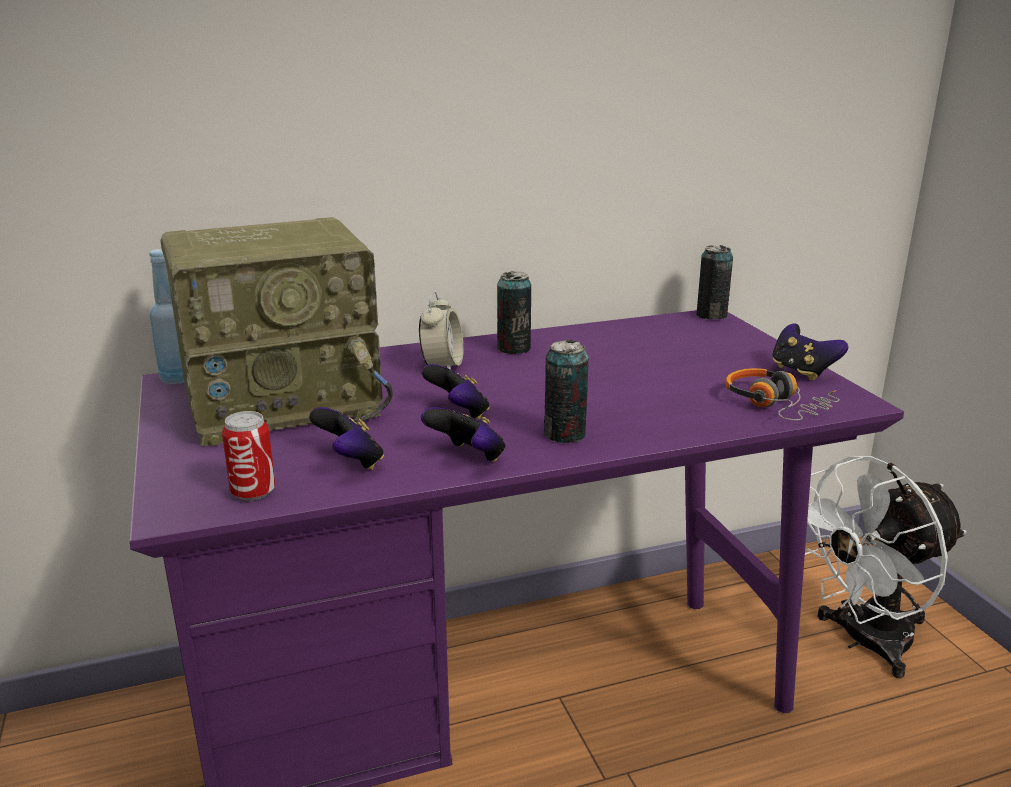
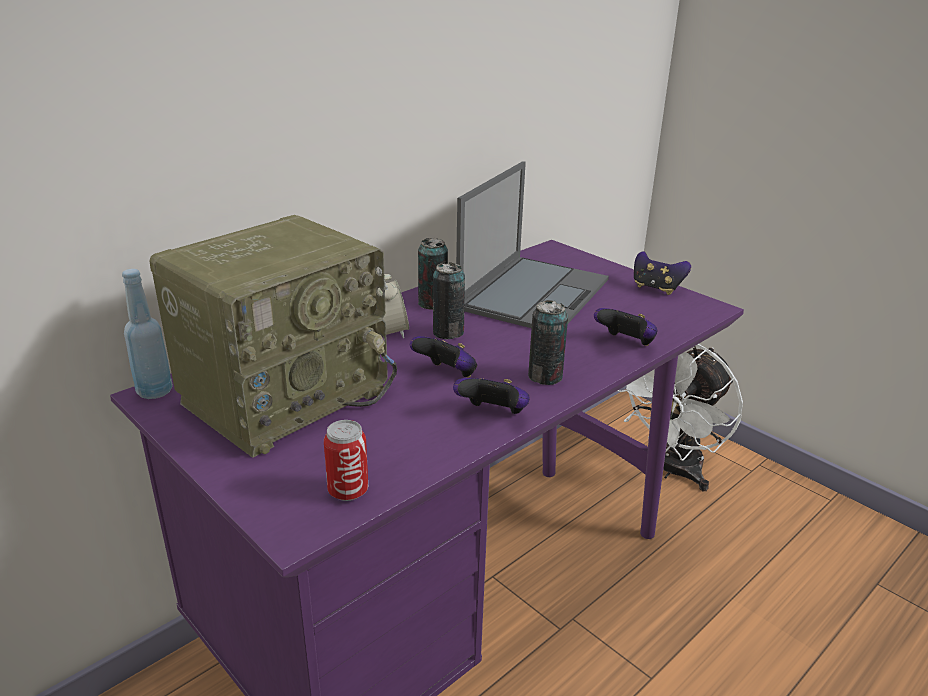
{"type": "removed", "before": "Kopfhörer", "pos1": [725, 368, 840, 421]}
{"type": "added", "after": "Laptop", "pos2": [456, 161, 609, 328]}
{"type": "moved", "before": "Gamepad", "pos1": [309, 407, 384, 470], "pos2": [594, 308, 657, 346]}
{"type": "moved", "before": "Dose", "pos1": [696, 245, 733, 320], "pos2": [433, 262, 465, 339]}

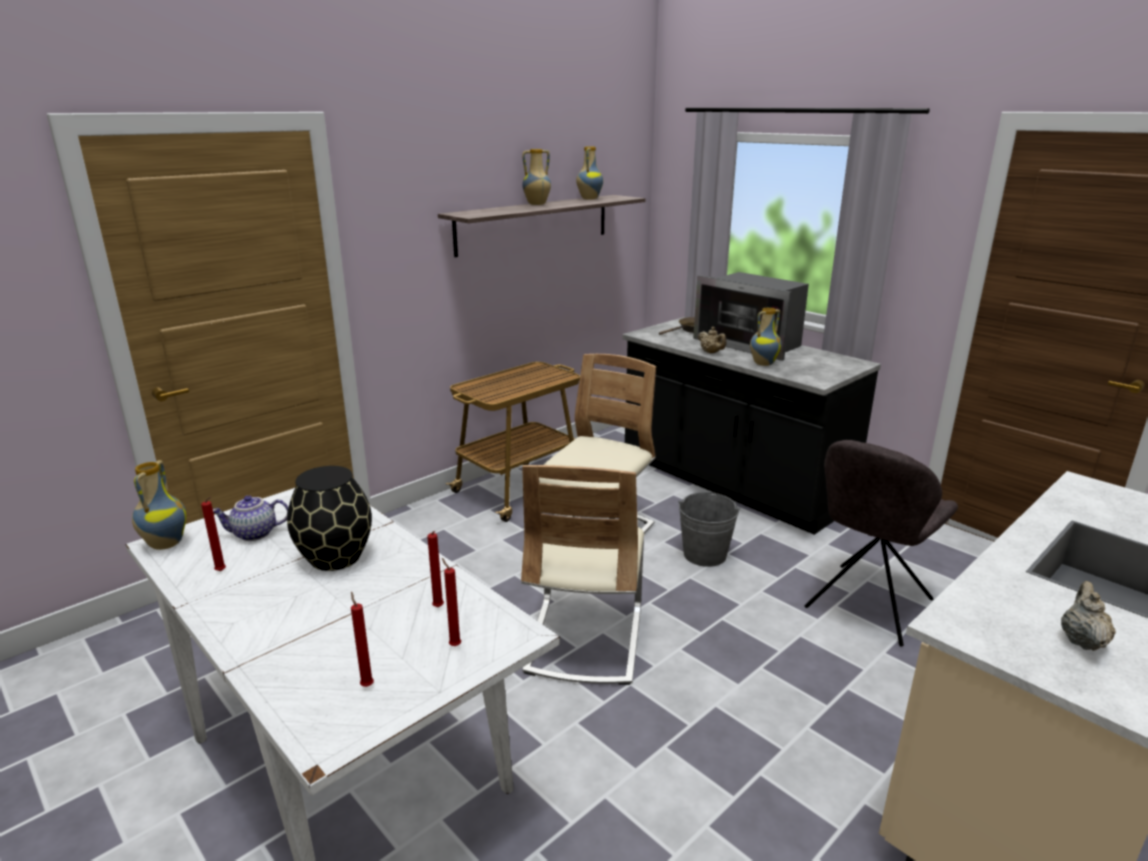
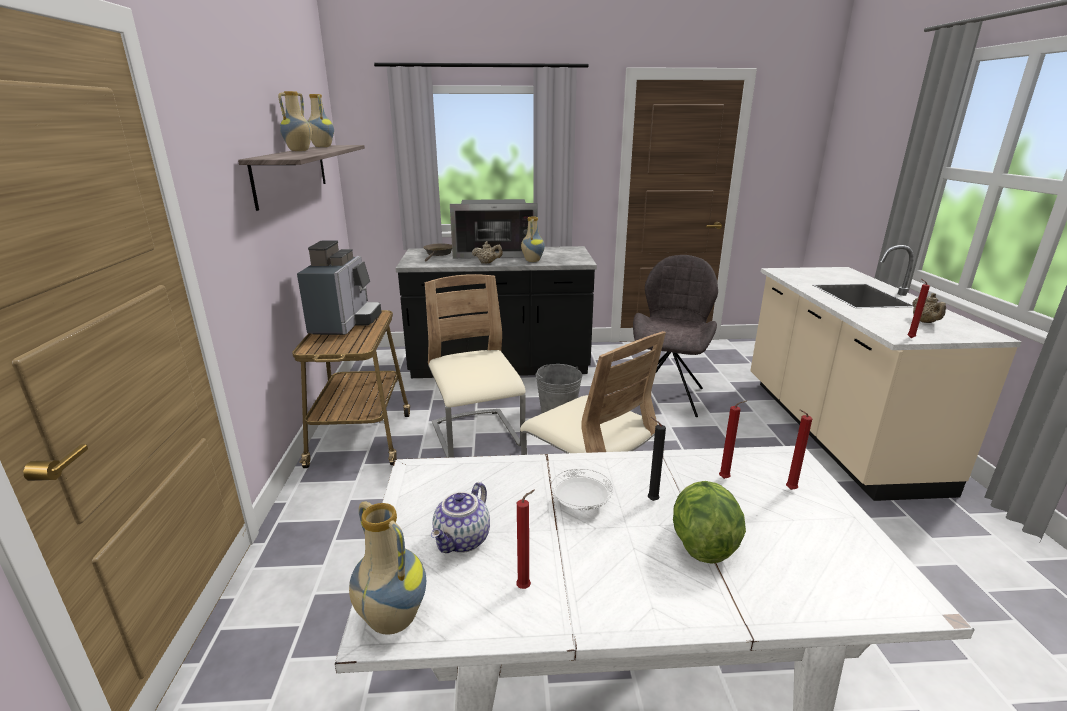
{"type": "added", "after": "Kaffeemaschine", "pos2": [297, 240, 381, 335]}
{"type": "added", "after": "Kerze/schwarz", "pos2": [648, 417, 666, 501]}
{"type": "added", "after": "Salatkopf", "pos2": [673, 481, 746, 564]}
{"type": "moved", "before": "Kerze/rot", "pos1": [351, 591, 374, 687], "pos2": [907, 279, 930, 338]}
{"type": "replaced", "before": "Vase/schwarz", "after": "Teller/weiß", "pos1": [287, 466, 372, 571], "pos2": [551, 469, 613, 510]}
{"type": "turned", "before": "Stuhl/grau", "pos1": [805, 440, 958, 646], "pos2": [633, 255, 718, 417], "turn": -150}
{"type": "turned", "before": "Teekanne/beige", "pos1": [1061, 581, 1116, 651], "pos2": [913, 293, 946, 323], "turn": -150}

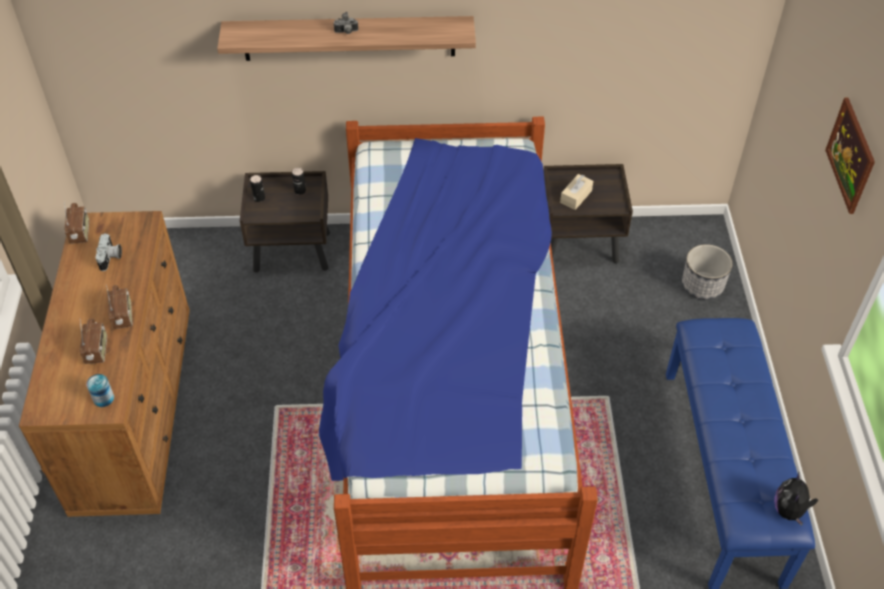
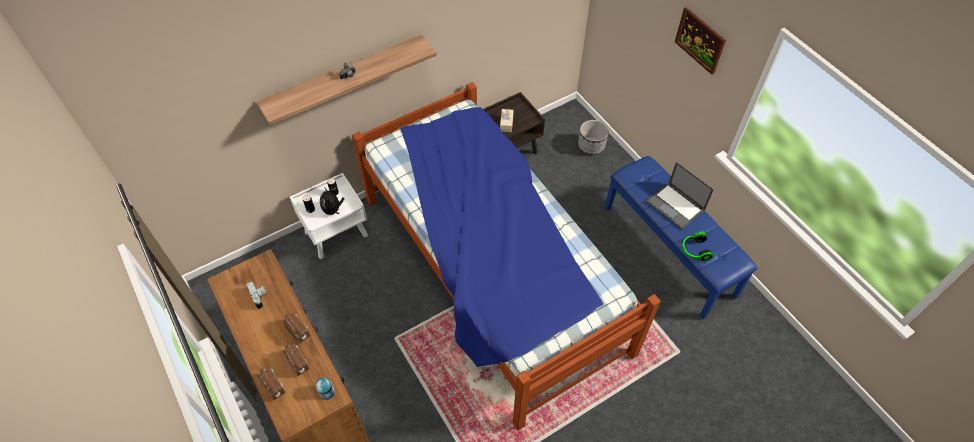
{"type": "added", "after": "Laptop", "pos2": [646, 162, 714, 230]}
{"type": "added", "after": "Kopfhörer", "pos2": [682, 232, 714, 261]}
{"type": "moved", "before": "Radio", "pos1": [64, 202, 89, 244], "pos2": [257, 367, 286, 401]}
{"type": "moved", "before": "Plüschtier", "pos1": [774, 471, 818, 526], "pos2": [320, 188, 345, 215]}
{"type": "recoloured", "before": "Nachttisch/braun", "after": "Nachttisch/weiß", "pos1": [240, 171, 330, 273], "pos2": [290, 173, 368, 259]}

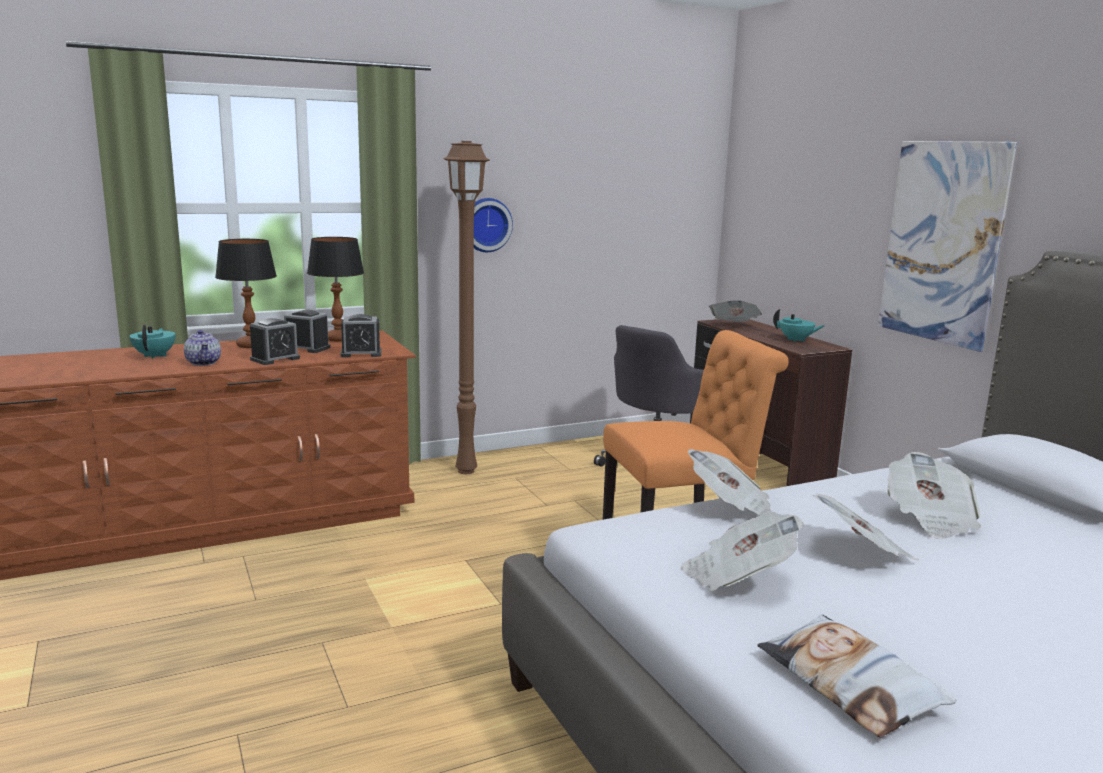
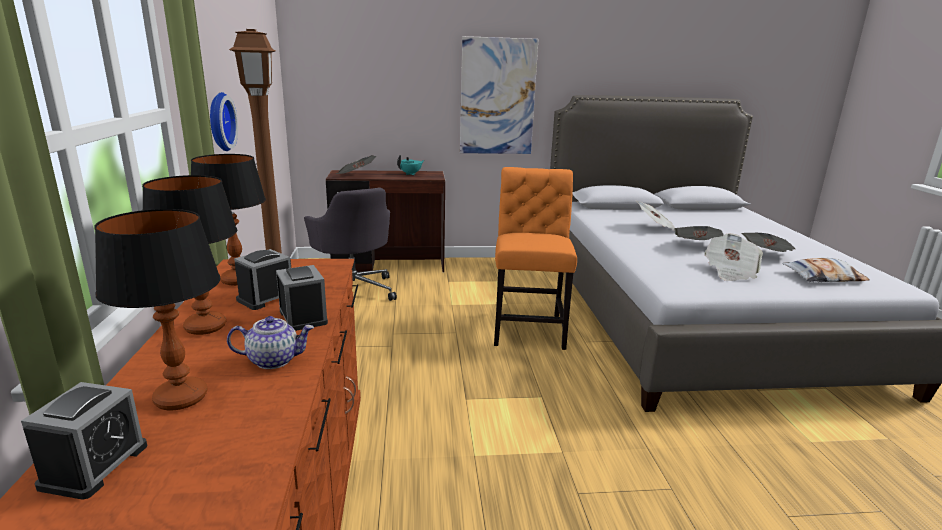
{"type": "moved", "before": "Wecker", "pos1": [340, 314, 382, 357], "pos2": [21, 382, 147, 500]}
{"type": "moved", "before": "Zeitung", "pos1": [688, 449, 772, 515], "pos2": [741, 233, 795, 252]}
{"type": "replaced", "before": "Teekanne/türkis", "after": "Tischlampe", "pos1": [129, 325, 175, 359], "pos2": [94, 209, 220, 410]}

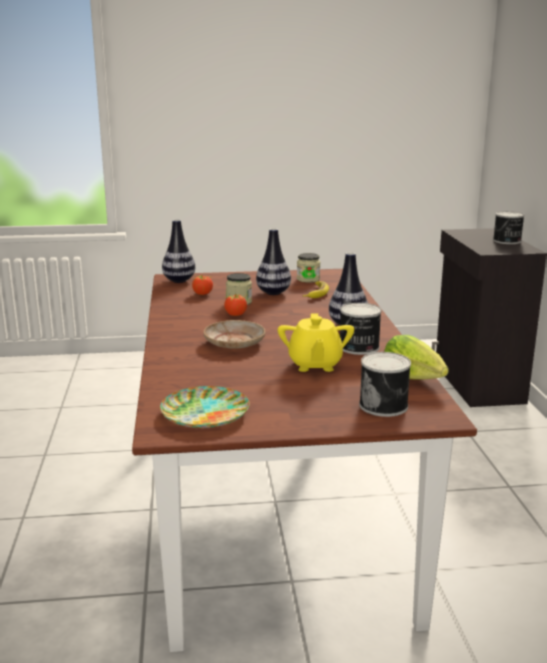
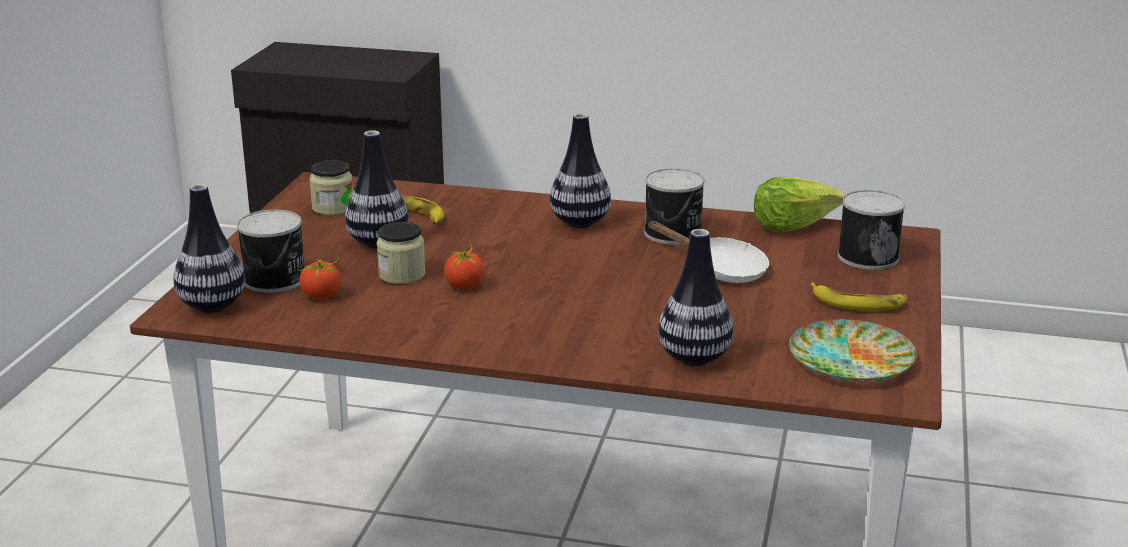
{"type": "removed", "before": "Teller/beige", "pos1": [203, 320, 265, 349]}
{"type": "added", "after": "Vase", "pos2": [658, 229, 733, 366]}
{"type": "added", "after": "Banane", "pos2": [811, 283, 908, 311]}
{"type": "moved", "before": "Dose", "pos1": [493, 211, 524, 244], "pos2": [237, 210, 305, 293]}
{"type": "replaced", "before": "Teekanne/gelb", "after": "Pfanne/weiß", "pos1": [278, 314, 354, 372], "pos2": [647, 221, 769, 283]}

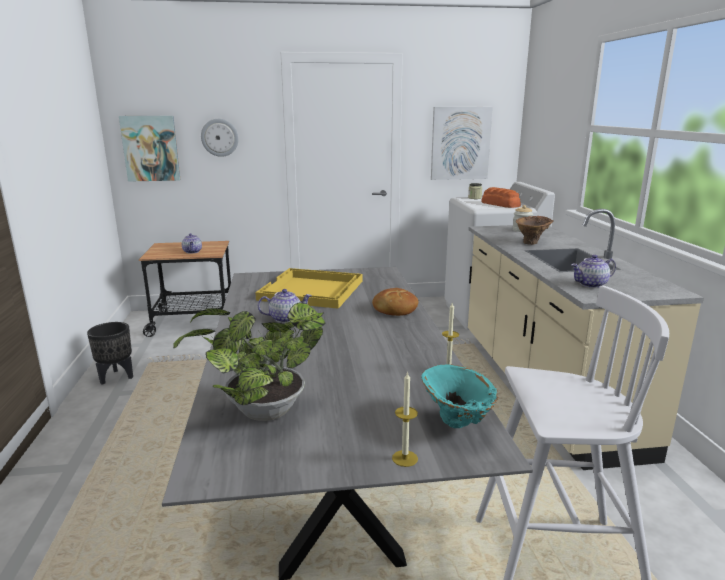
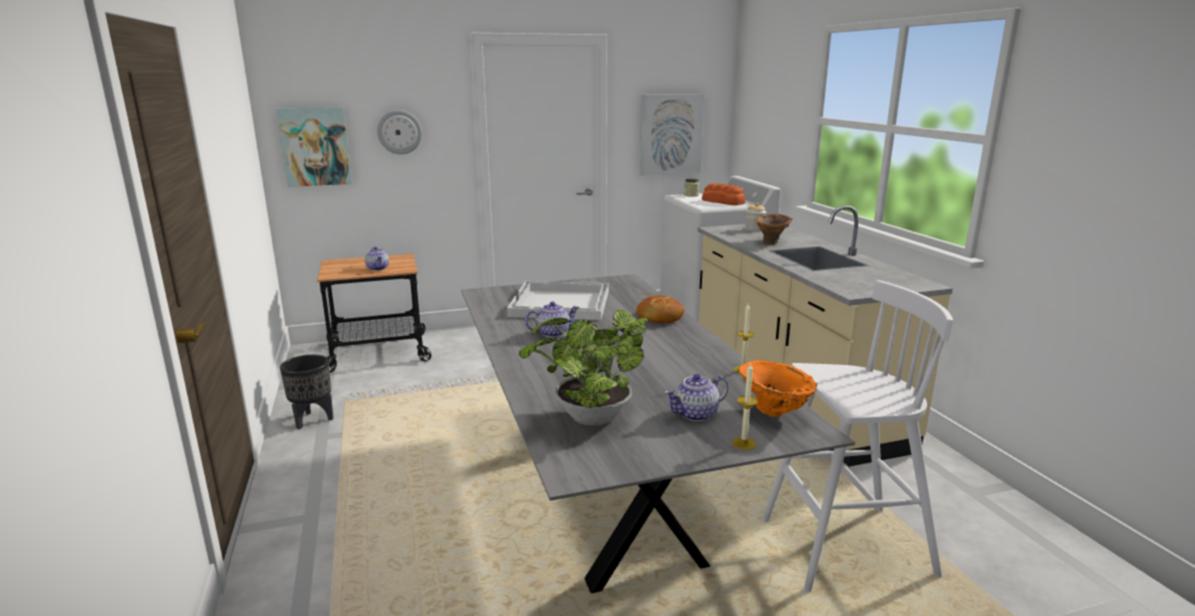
{"type": "moved", "before": "Teekanne", "pos1": [571, 255, 616, 288], "pos2": [665, 374, 728, 421]}
{"type": "recoloured", "before": "Tablett/gelb", "after": "Tablett/weiß", "pos1": [255, 268, 362, 309], "pos2": [507, 281, 609, 320]}
{"type": "recoloured", "before": "Vase/türkis", "after": "Vase/orange", "pos1": [421, 364, 499, 428], "pos2": [739, 360, 818, 417]}

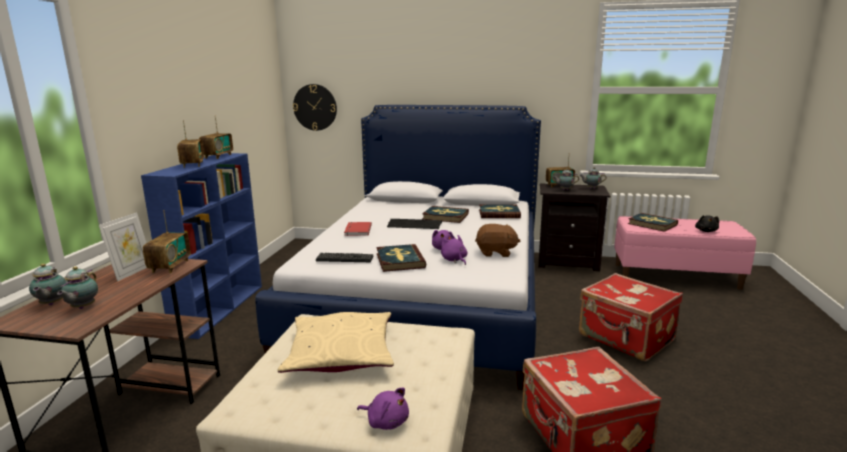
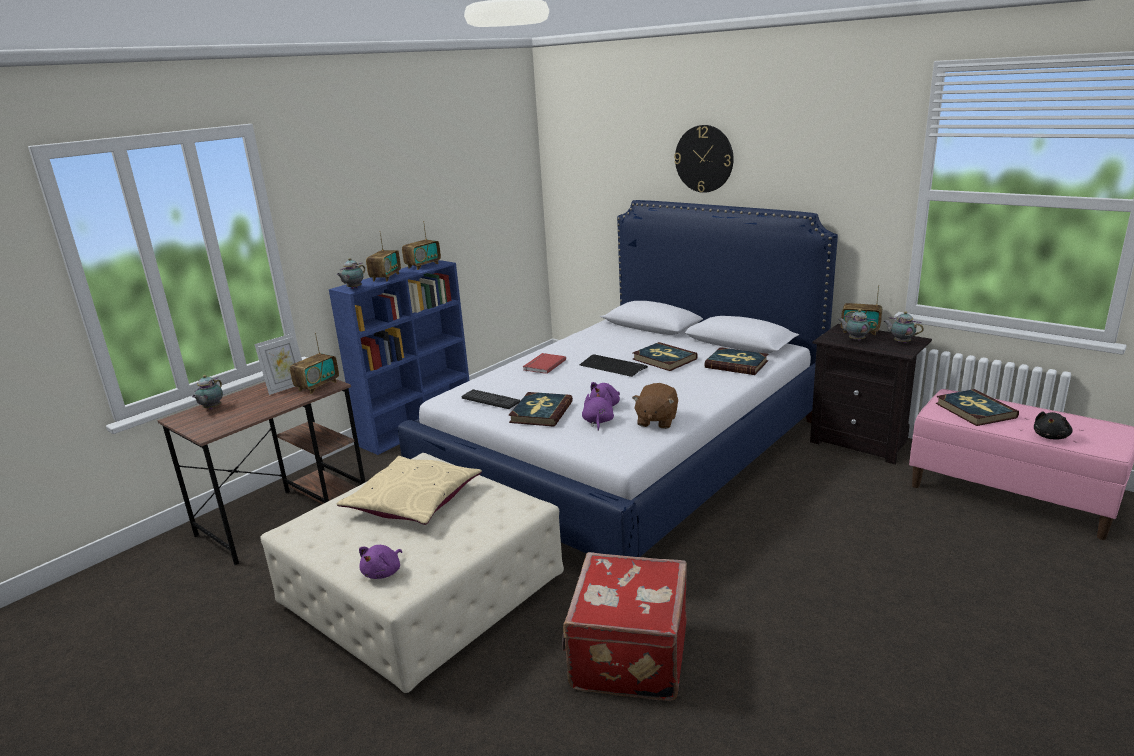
{"type": "removed", "before": "Koffer/rot", "pos1": [579, 273, 683, 362]}
{"type": "moved", "before": "Teekanne", "pos1": [57, 266, 98, 309], "pos2": [337, 258, 365, 289]}
{"type": "moved", "before": "Wanduhr", "pos1": [293, 84, 337, 131], "pos2": [674, 125, 734, 193]}
{"type": "turned", "before": "Plüschtier/lila", "pos1": [357, 388, 409, 430], "pos2": [359, 545, 402, 579], "turn": 60}
{"type": "turned", "before": "Plüschtier/braun", "pos1": [475, 224, 521, 257], "pos2": [632, 383, 678, 429], "turn": 75}

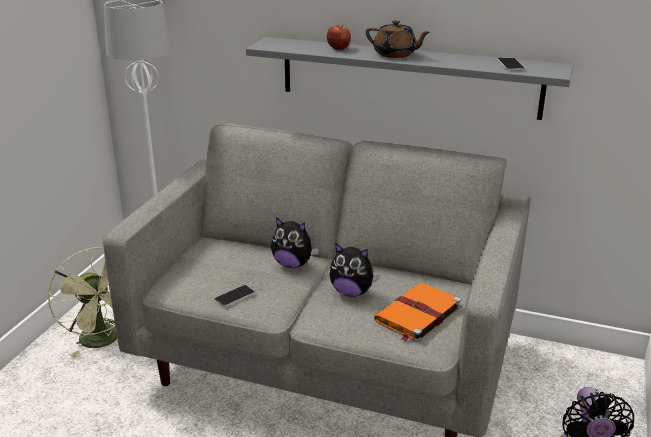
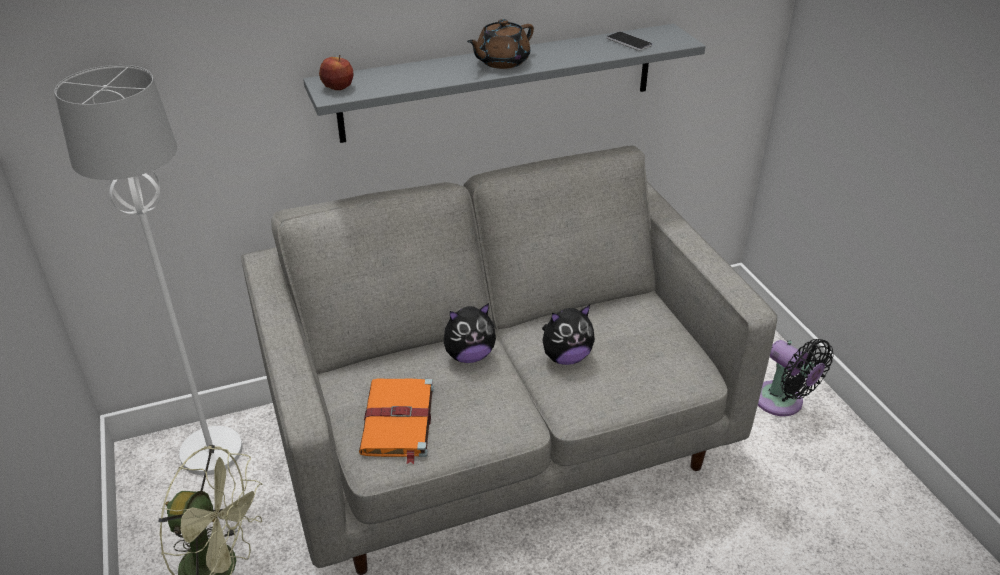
{"type": "removed", "before": "Handy", "pos1": [215, 285, 255, 307]}
{"type": "moved", "before": "Apfel", "pos1": [327, 25, 351, 50], "pos2": [319, 55, 354, 90]}
{"type": "moved", "before": "Buch/orange", "pos1": [374, 283, 461, 342], "pos2": [359, 378, 434, 464]}
{"type": "turned", "before": "Teekanne/braun", "pos1": [366, 20, 431, 58], "pos2": [467, 19, 534, 69], "turn": 150}

